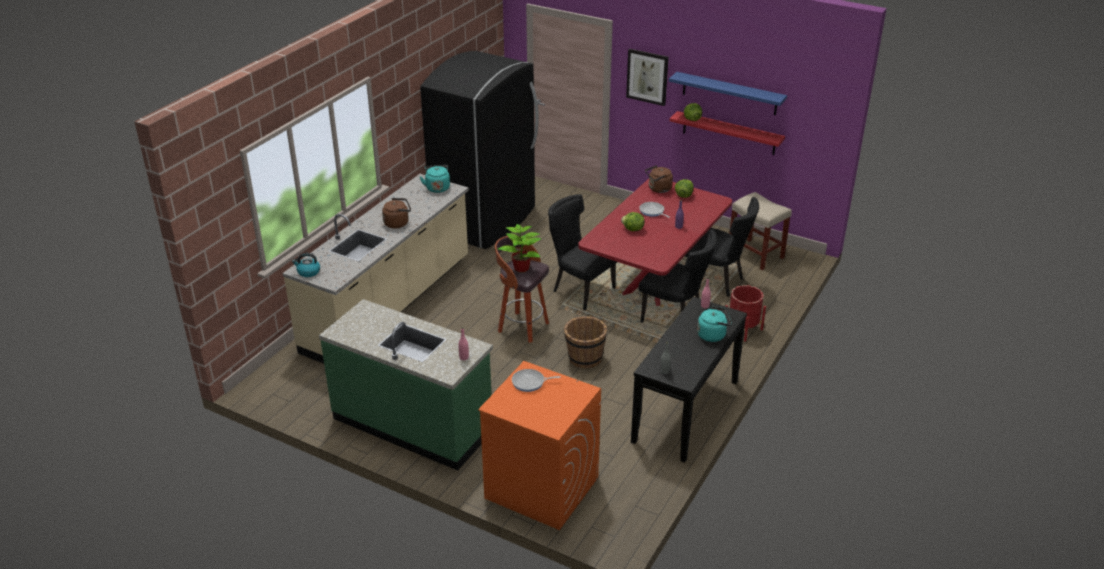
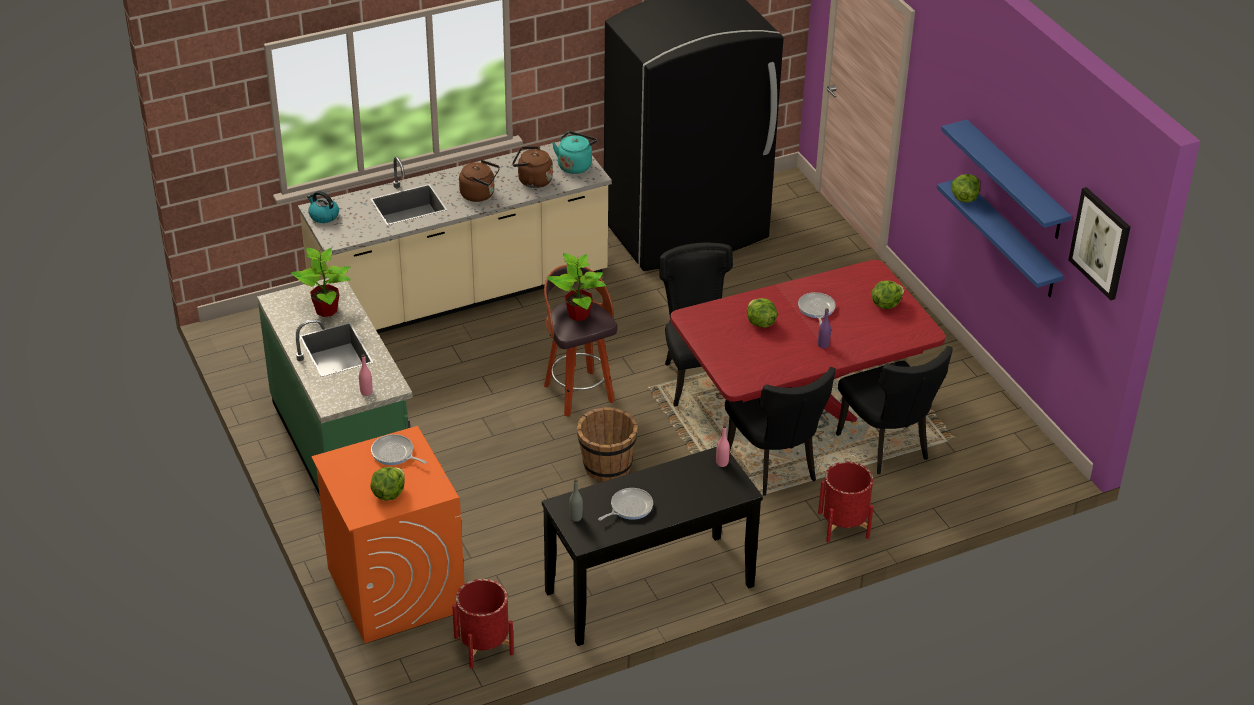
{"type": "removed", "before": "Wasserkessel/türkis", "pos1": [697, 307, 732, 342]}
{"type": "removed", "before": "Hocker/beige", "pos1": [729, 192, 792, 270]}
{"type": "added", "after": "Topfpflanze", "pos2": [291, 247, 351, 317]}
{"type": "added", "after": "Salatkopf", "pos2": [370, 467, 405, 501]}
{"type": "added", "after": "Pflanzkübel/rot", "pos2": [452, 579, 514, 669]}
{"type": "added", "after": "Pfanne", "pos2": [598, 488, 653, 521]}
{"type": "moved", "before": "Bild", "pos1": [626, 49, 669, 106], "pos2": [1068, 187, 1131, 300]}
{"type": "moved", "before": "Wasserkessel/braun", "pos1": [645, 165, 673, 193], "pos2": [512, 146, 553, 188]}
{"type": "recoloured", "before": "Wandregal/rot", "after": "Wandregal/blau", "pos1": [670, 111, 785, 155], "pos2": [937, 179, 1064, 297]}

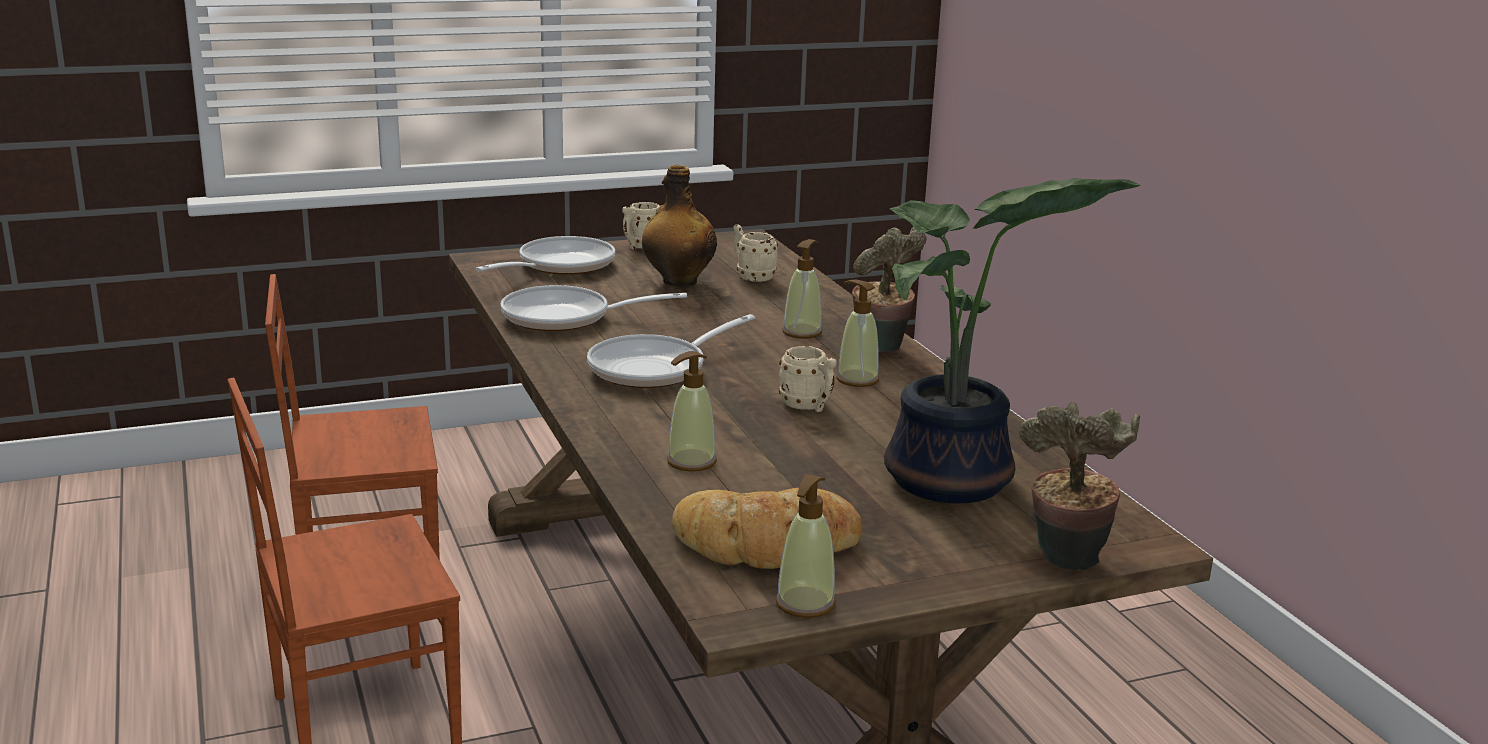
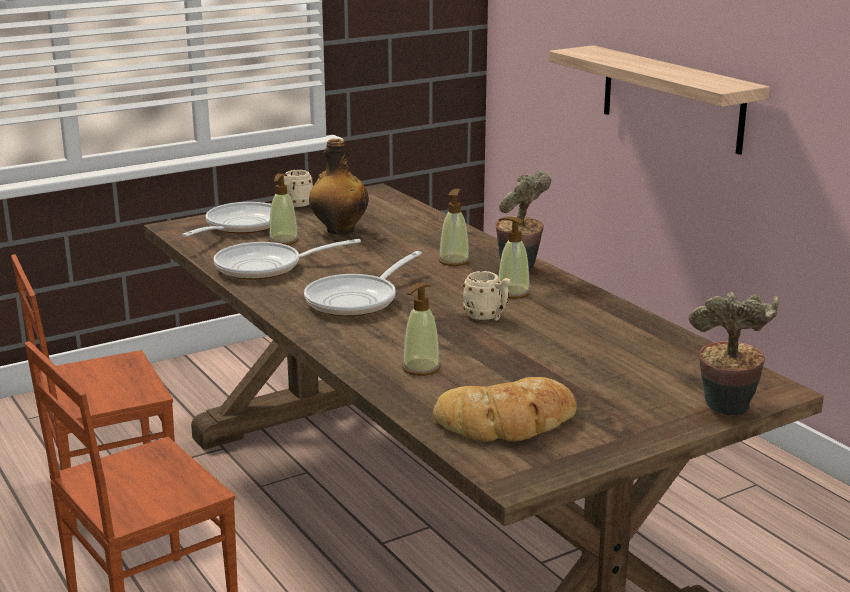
{"type": "removed", "before": "Henkelbecher/beige", "pos1": [734, 224, 778, 282]}
{"type": "removed", "before": "Topfpflanze", "pos1": [884, 178, 1141, 504]}
{"type": "added", "after": "Wandregal", "pos2": [549, 45, 770, 155]}
{"type": "moved", "before": "Seifenspender", "pos1": [775, 474, 836, 618], "pos2": [269, 174, 299, 245]}

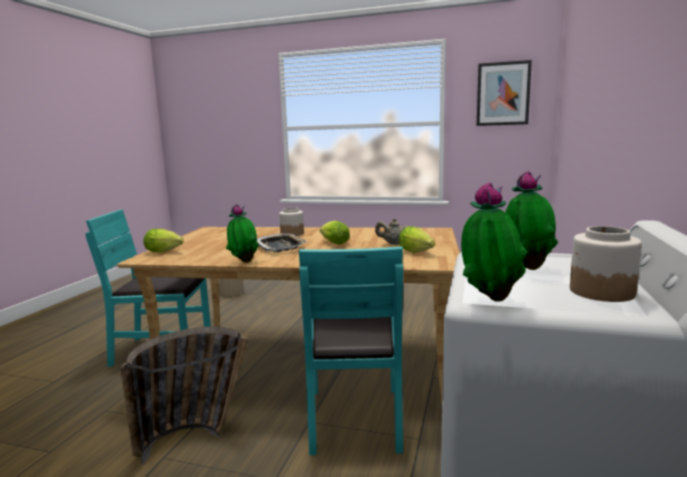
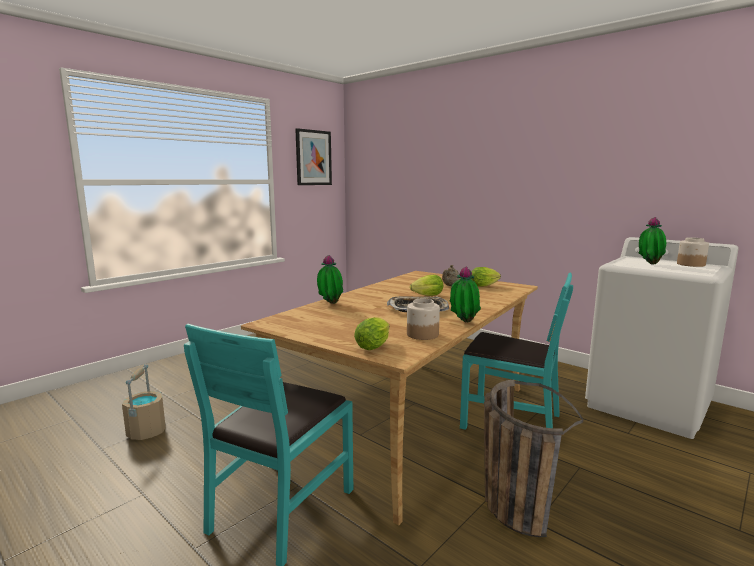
{"type": "moved", "before": "Vorratsglas", "pos1": [279, 207, 304, 236], "pos2": [407, 299, 440, 340]}
{"type": "moved", "before": "Topfpflanze", "pos1": [461, 182, 527, 302], "pos2": [317, 255, 343, 304]}

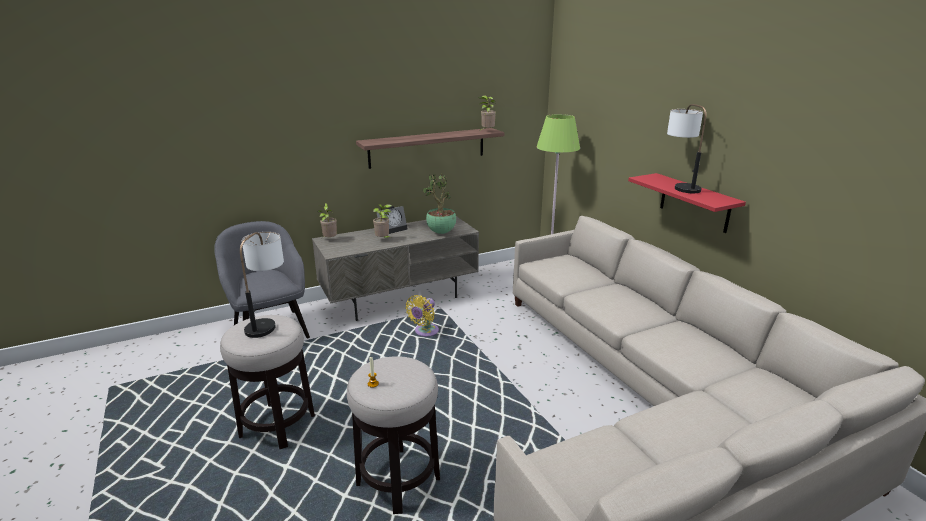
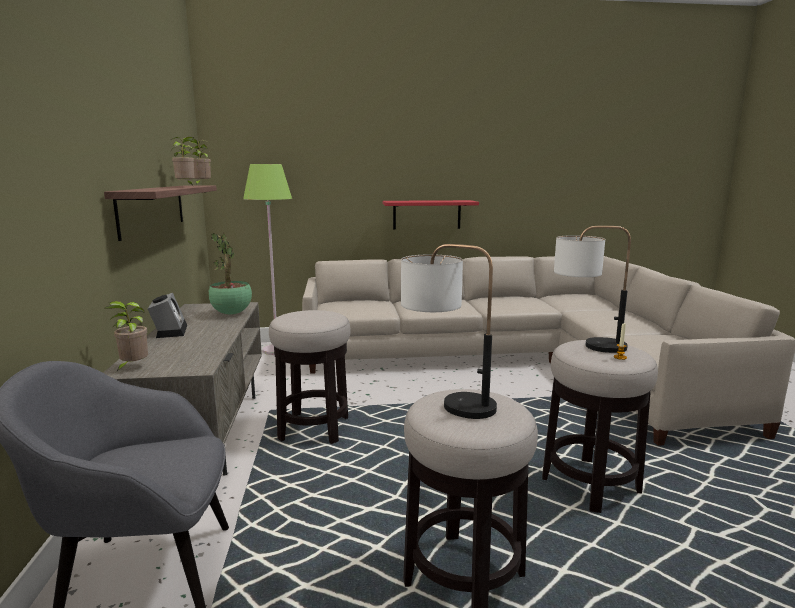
{"type": "moved", "before": "Topfpflanze", "pos1": [373, 204, 392, 238], "pos2": [171, 137, 195, 185]}
{"type": "moved", "before": "Tischlampe", "pos1": [667, 104, 706, 193], "pos2": [554, 226, 631, 353]}
{"type": "replaced", "before": "Ventilator/gelb", "after": "Hocker", "pos1": [405, 295, 439, 337], "pos2": [269, 310, 351, 444]}

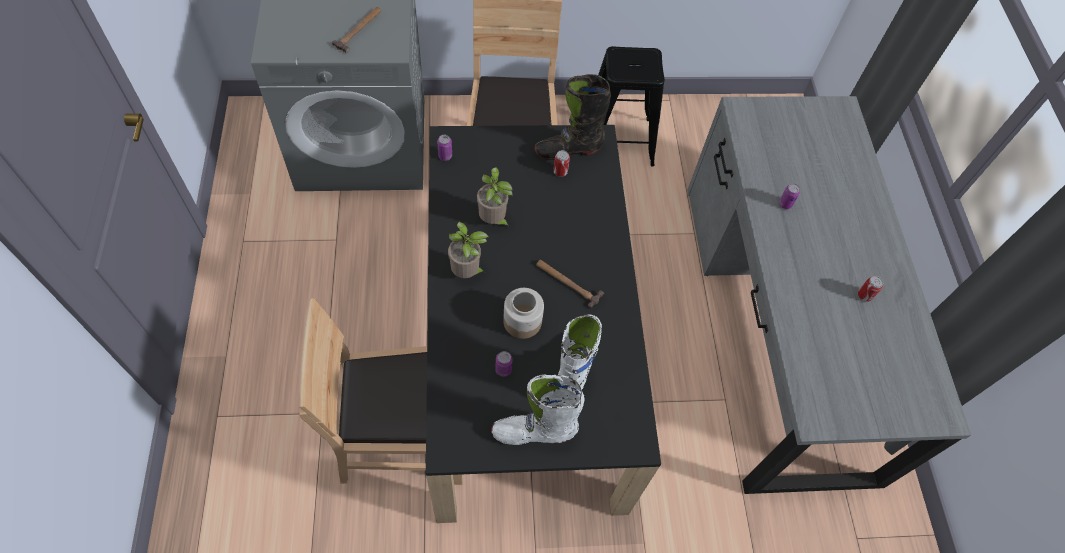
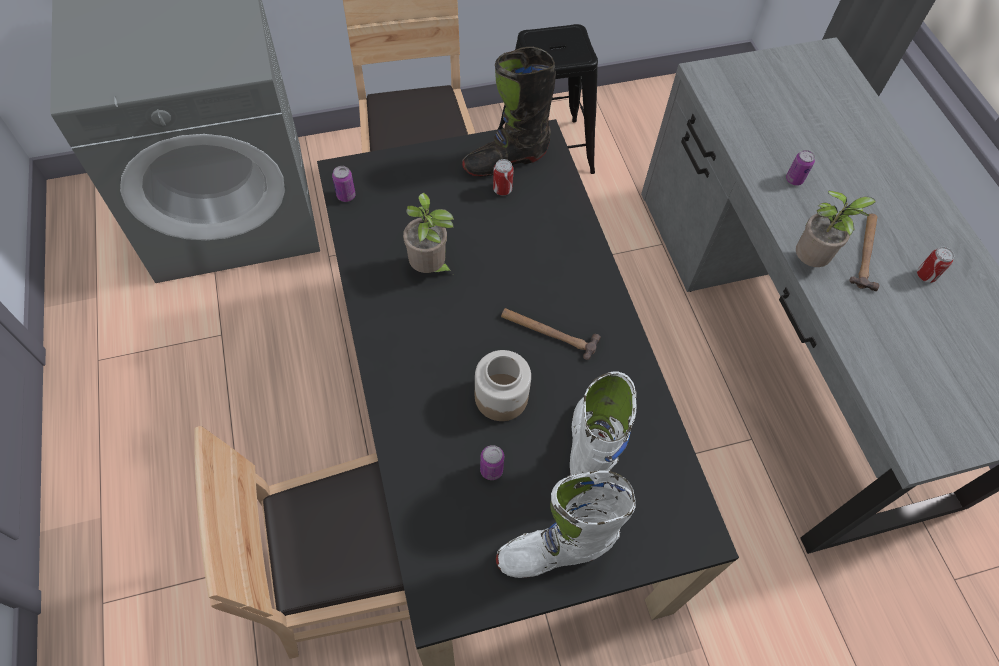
{"type": "moved", "before": "Hammer", "pos1": [332, 7, 381, 53], "pos2": [850, 214, 879, 291]}
{"type": "moved", "before": "Topfpflanze", "pos1": [448, 222, 489, 278], "pos2": [796, 190, 876, 267]}

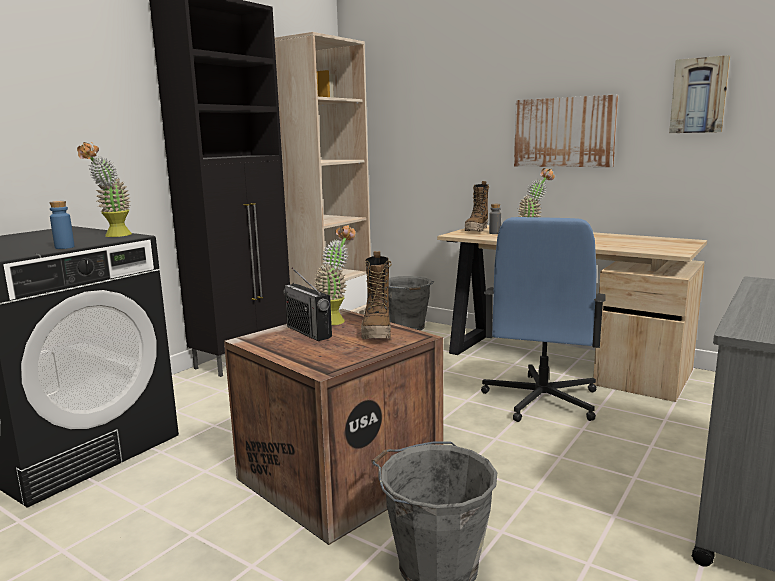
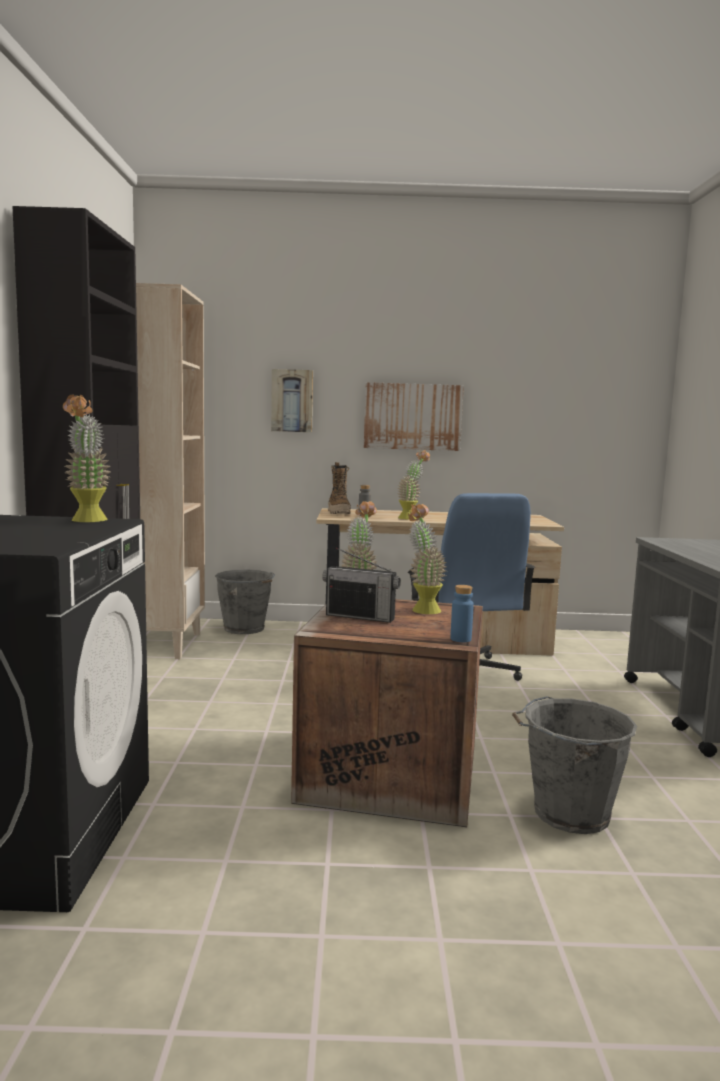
{"type": "moved", "before": "Flasche/blau", "pos1": [49, 201, 75, 249], "pos2": [450, 585, 474, 642]}
{"type": "moved", "before": "Bild", "pos1": [669, 55, 731, 133], "pos2": [271, 369, 313, 432]}
{"type": "replaced", "before": "Stiefel", "after": "Topfpflanze", "pos1": [361, 251, 392, 339], "pos2": [408, 504, 446, 614]}

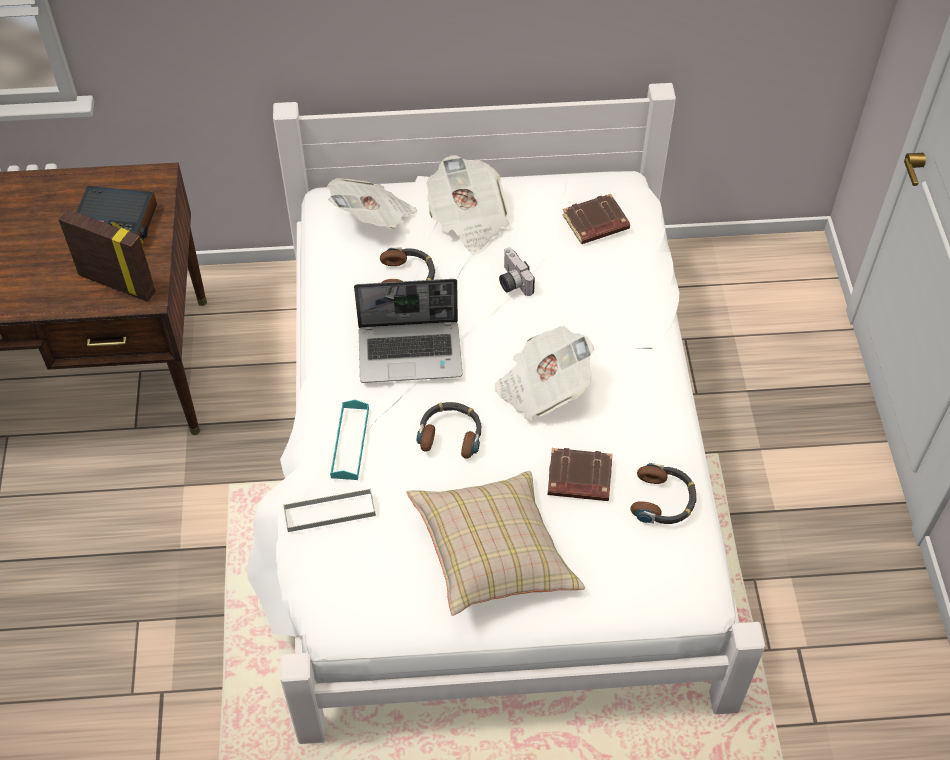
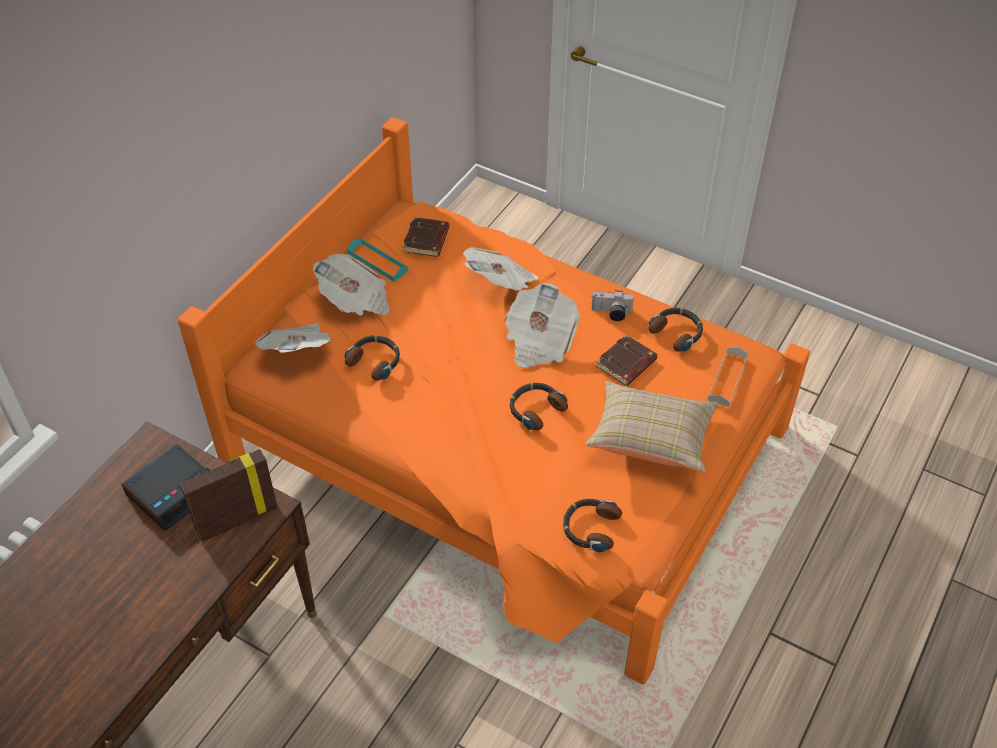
{"type": "removed", "before": "Laptop", "pos1": [354, 279, 462, 383]}
{"type": "added", "after": "Zeitung", "pos2": [463, 247, 538, 291]}
{"type": "added", "after": "Kopfhörer", "pos2": [564, 499, 622, 552]}
{"type": "moved", "before": "Tablett/grau", "pos1": [283, 488, 376, 532], "pos2": [707, 347, 748, 407]}
{"type": "moved", "before": "Tablett/türkis", "pos1": [330, 400, 369, 480], "pos2": [347, 238, 408, 282]}
{"type": "moved", "before": "Kamera", "pos1": [499, 248, 535, 296], "pos2": [591, 290, 635, 321]}
{"type": "recoloured", "before": "Bett/weiß", "after": "Bett/orange", "pos1": [247, 83, 765, 744], "pos2": [177, 117, 810, 685]}

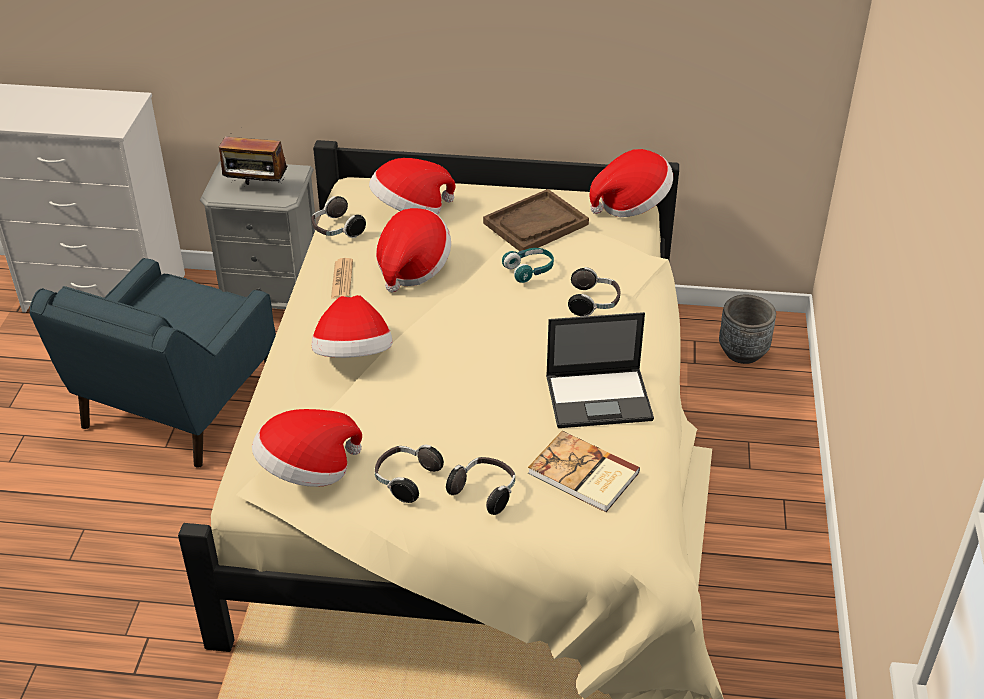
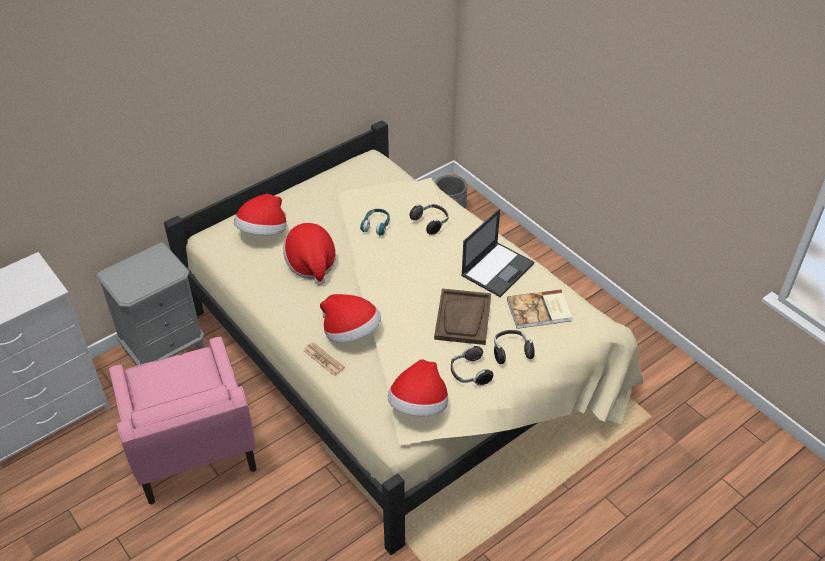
{"type": "removed", "before": "Radio", "pos1": [219, 133, 287, 185]}
{"type": "removed", "before": "Kopfhörer", "pos1": [311, 196, 366, 238]}
{"type": "removed", "before": "Hut", "pos1": [590, 149, 673, 217]}
{"type": "moved", "before": "Zeitung", "pos1": [331, 258, 353, 299], "pos2": [303, 342, 345, 376]}
{"type": "moved", "before": "Tablett/braun", "pos1": [483, 189, 589, 251], "pos2": [434, 289, 491, 345]}
{"type": "recoloured", "before": "Sessel/blau", "after": "Sessel/rosa", "pos1": [29, 258, 276, 468], "pos2": [109, 337, 256, 505]}

